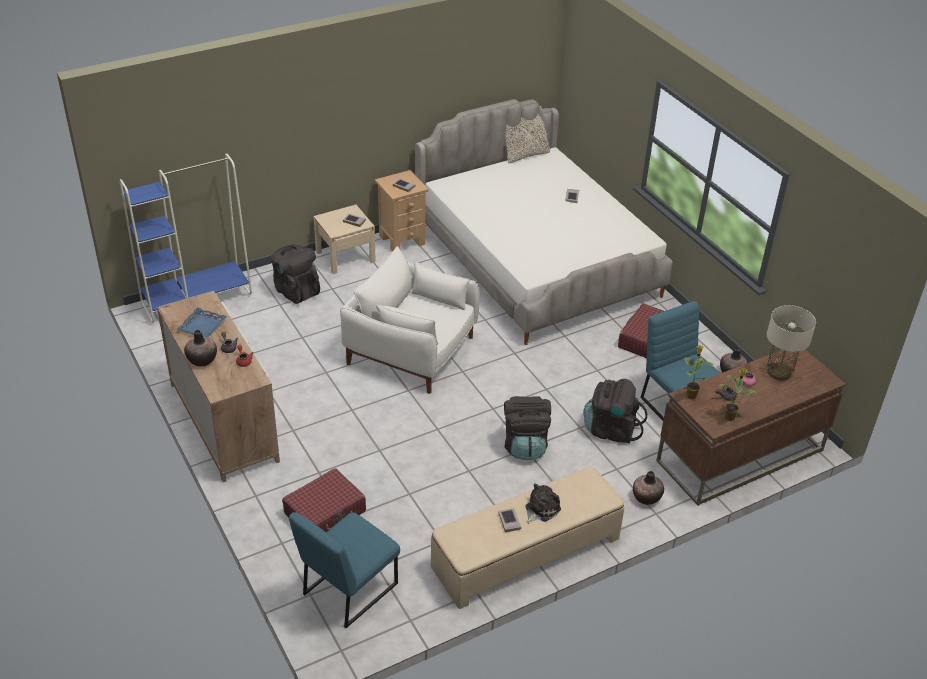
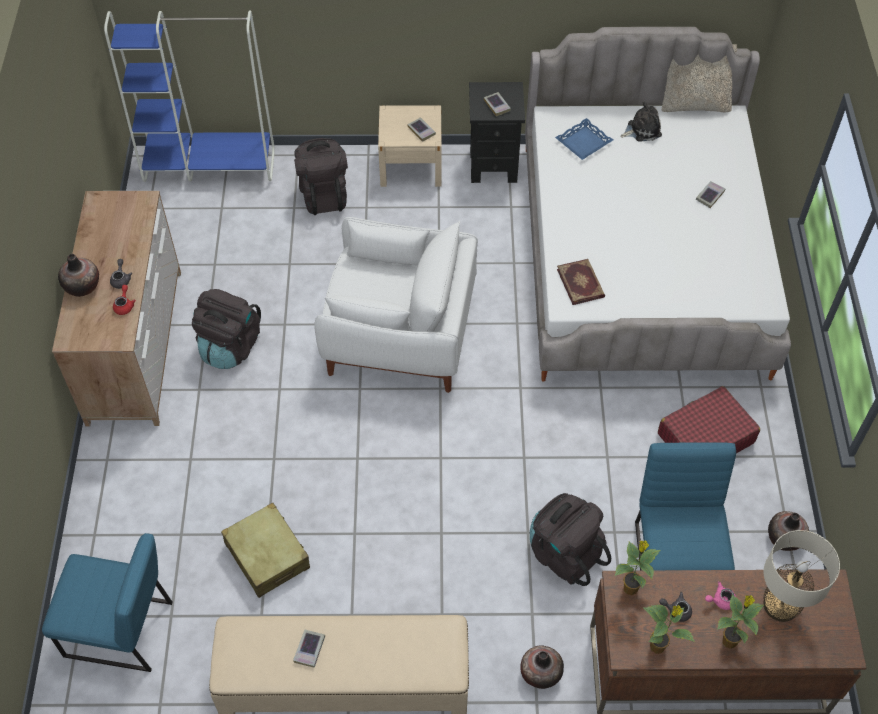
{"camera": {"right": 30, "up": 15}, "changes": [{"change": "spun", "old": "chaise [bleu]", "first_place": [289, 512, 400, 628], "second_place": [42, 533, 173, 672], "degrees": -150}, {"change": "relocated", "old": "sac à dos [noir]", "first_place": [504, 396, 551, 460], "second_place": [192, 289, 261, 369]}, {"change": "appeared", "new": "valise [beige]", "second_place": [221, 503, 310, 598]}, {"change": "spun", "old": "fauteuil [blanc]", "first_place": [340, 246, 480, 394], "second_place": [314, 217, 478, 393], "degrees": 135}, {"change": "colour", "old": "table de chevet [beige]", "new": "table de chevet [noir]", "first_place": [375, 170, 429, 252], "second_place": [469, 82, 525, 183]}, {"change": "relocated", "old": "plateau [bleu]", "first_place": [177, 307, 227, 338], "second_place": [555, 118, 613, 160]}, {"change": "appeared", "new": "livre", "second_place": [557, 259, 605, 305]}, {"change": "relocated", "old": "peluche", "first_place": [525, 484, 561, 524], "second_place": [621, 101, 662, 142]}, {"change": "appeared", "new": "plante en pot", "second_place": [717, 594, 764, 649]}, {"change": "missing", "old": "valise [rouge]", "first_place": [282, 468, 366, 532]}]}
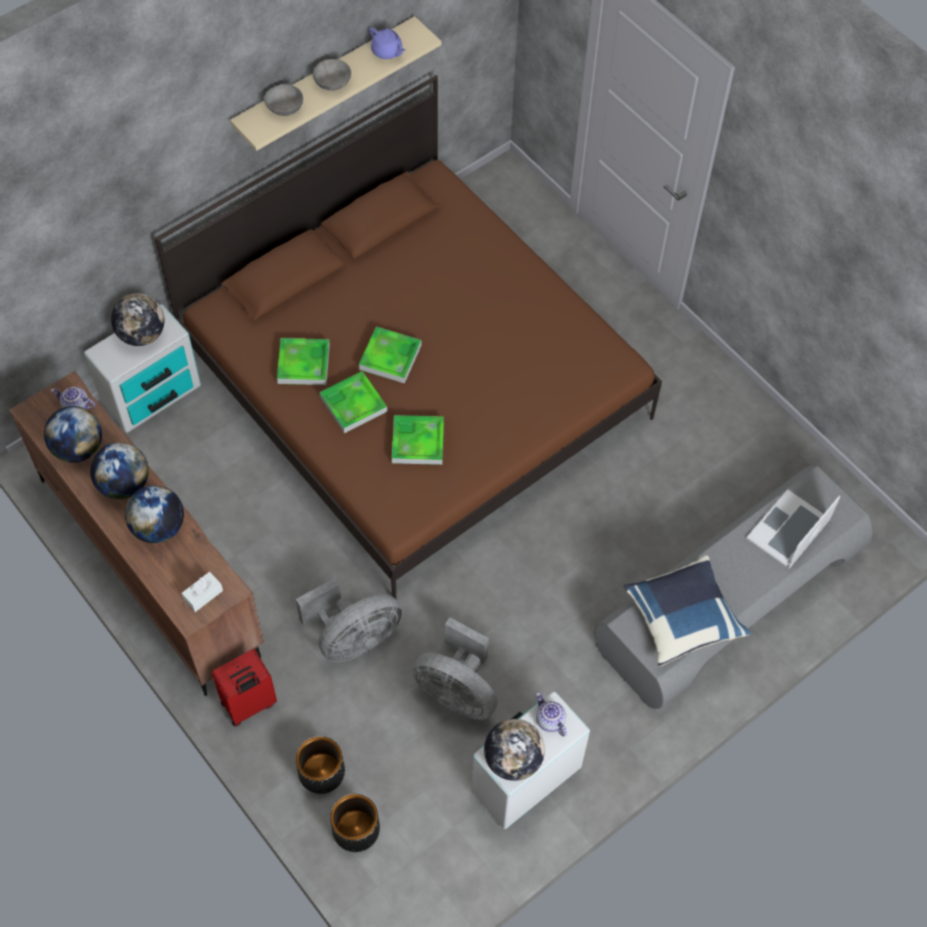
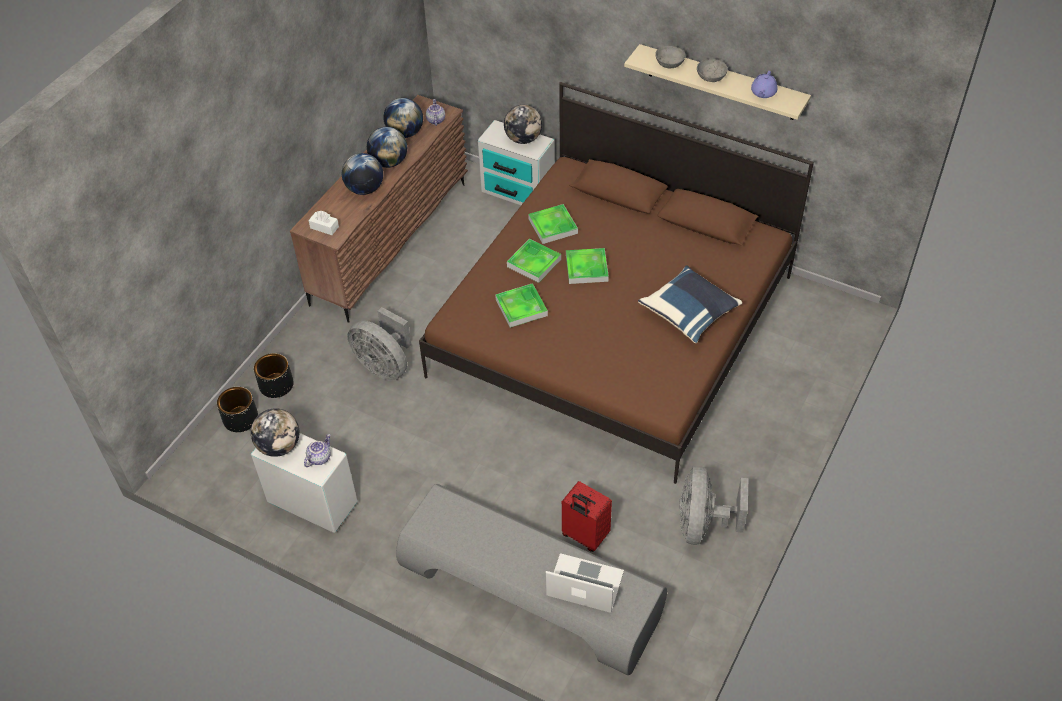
{"camera": {"right": 70, "up": -10}, "changes": [{"change": "relocated", "old": "valise [rouge]", "first_place": [212, 649, 277, 727], "second_place": [562, 481, 612, 552]}, {"change": "relocated", "old": "coussin [bleu]", "first_place": [623, 555, 751, 667], "second_place": [638, 265, 742, 343]}, {"change": "relocated", "old": "ventilateur [gris]", "first_place": [412, 617, 498, 720], "second_place": [679, 466, 748, 545]}]}
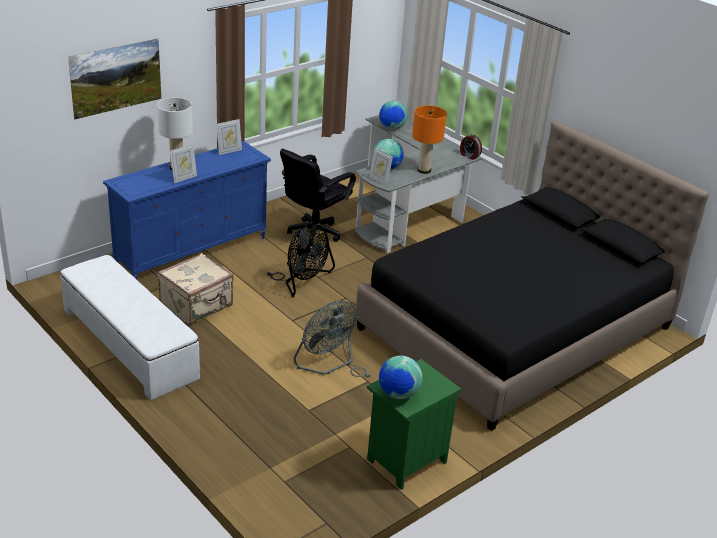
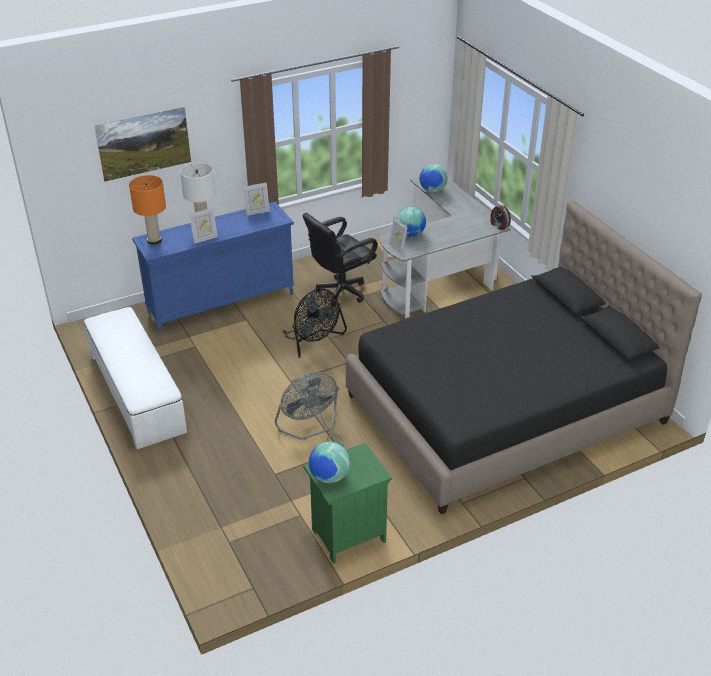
{"camera": {"right": 15, "up": 5}, "changes": [{"change": "relocated", "old": "lampe de table [orange]", "first_place": [412, 105, 447, 174], "second_place": [129, 175, 166, 245]}, {"change": "missing", "old": "valise [beige]", "first_place": [157, 253, 233, 325]}]}
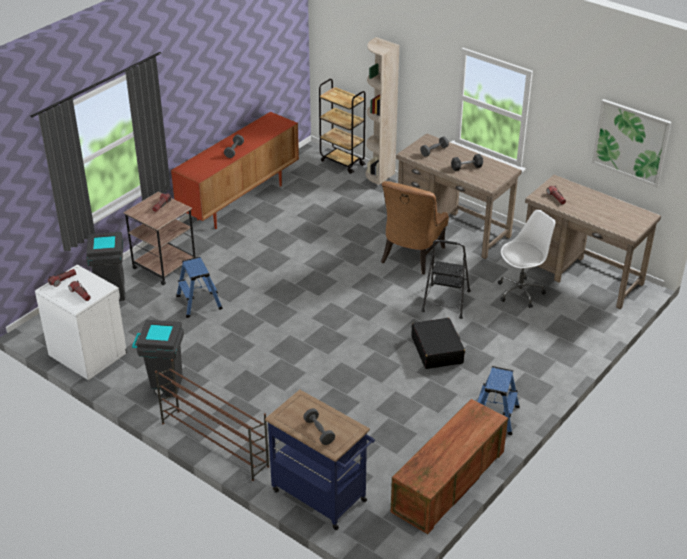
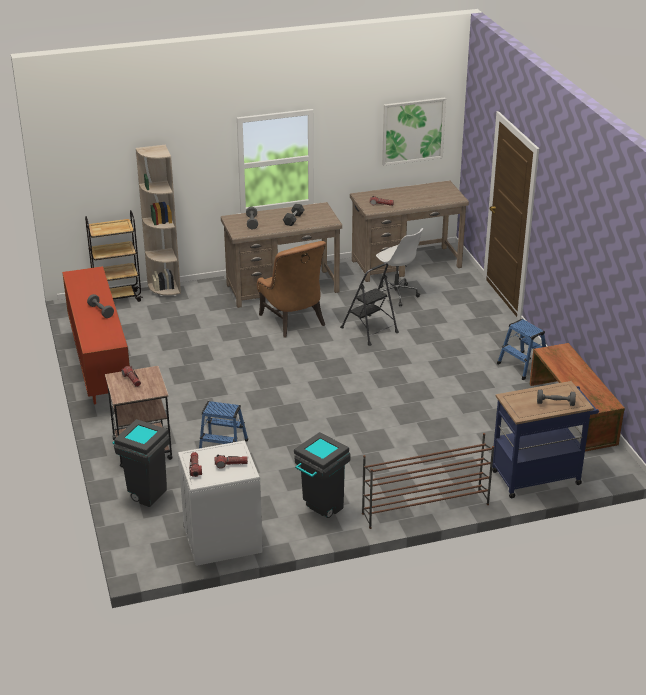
{"camera": {"right": -55, "up": -5}, "changes": [{"change": "spun", "old": "chaise de bureau [blanc]", "first_place": [498, 210, 555, 308], "second_place": [376, 228, 423, 306], "degrees": 135}, {"change": "missing", "old": "valise [noir]", "first_place": [412, 318, 465, 369]}]}
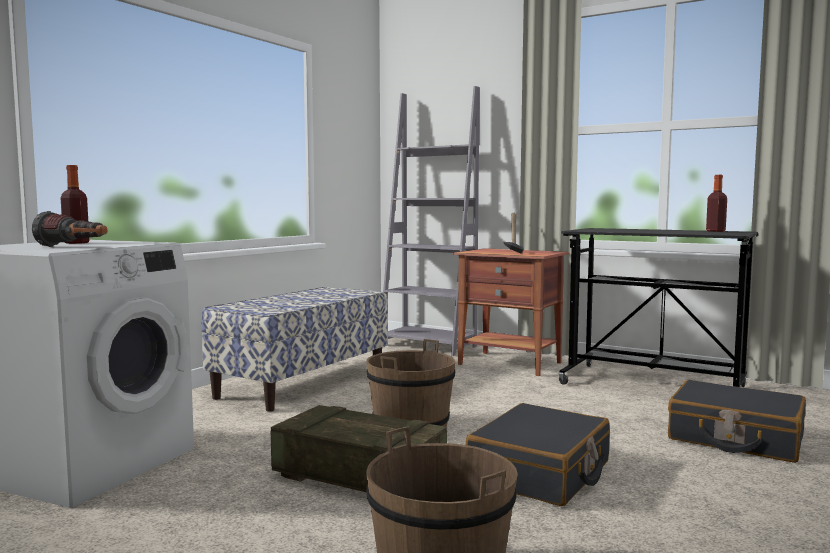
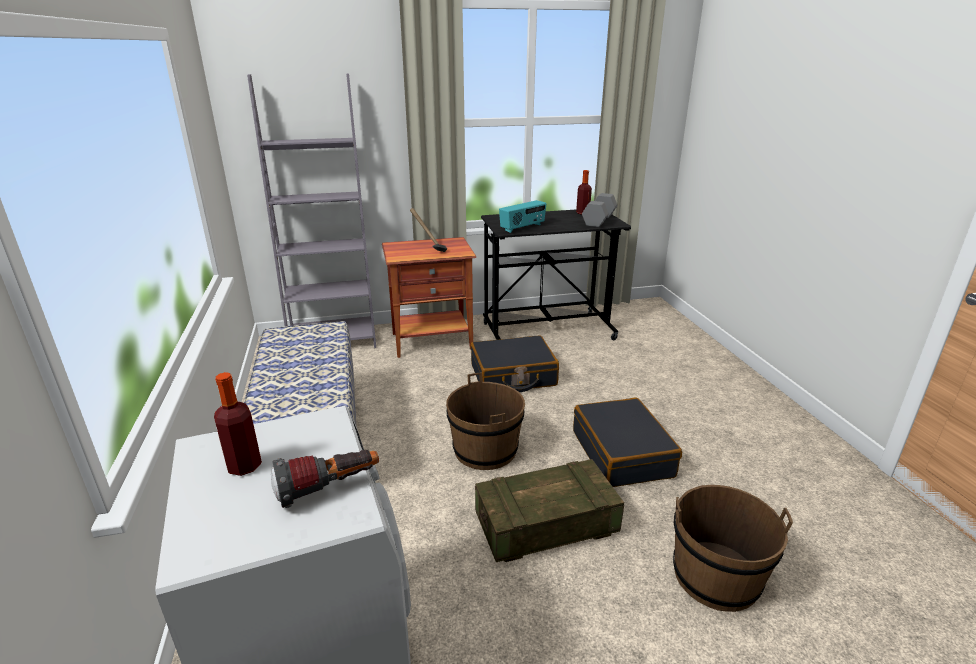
{"camera": {"right": -45, "up": 20}, "changes": [{"change": "relocated", "old": "valise [noir]", "first_place": [668, 380, 806, 463], "second_place": [471, 335, 559, 392]}, {"change": "appeared", "new": "radio", "second_place": [499, 200, 546, 233]}, {"change": "appeared", "new": "haltère [gris]", "second_place": [582, 193, 617, 227]}]}
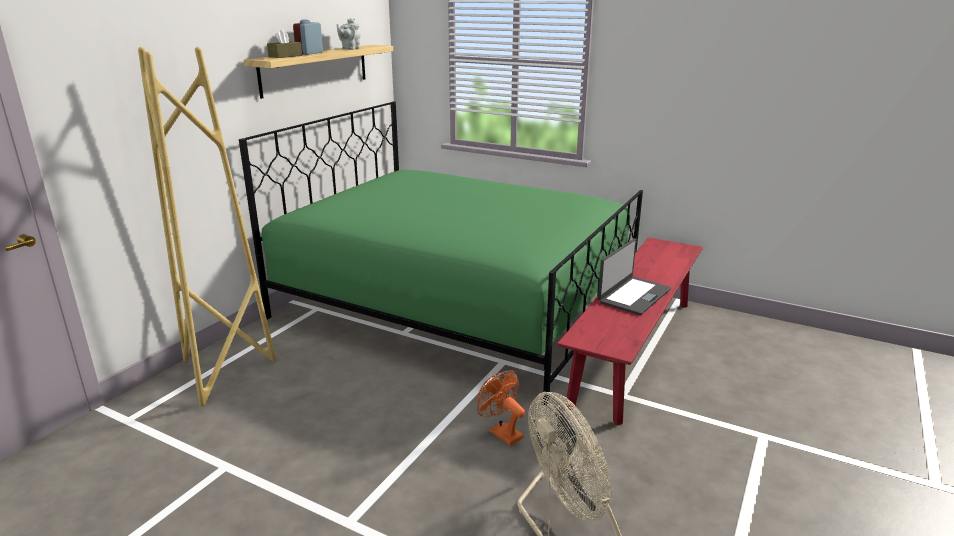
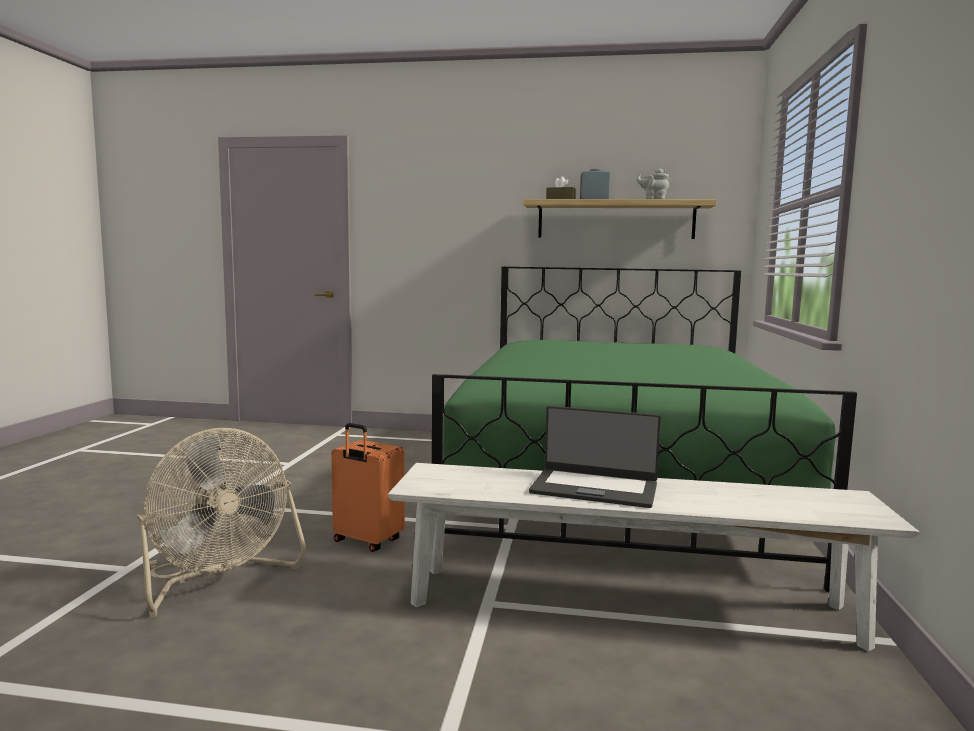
{"camera": {"right": 70, "up": -15}, "changes": [{"change": "exchanged", "old": "ventilateur [orange]", "new": "valise [orange]", "first_place": [477, 370, 525, 446], "second_place": [331, 423, 405, 552]}, {"change": "colour", "old": "banc [rouge]", "new": "banc [blanc]", "first_place": [557, 238, 703, 425], "second_place": [388, 463, 919, 651]}, {"change": "missing", "old": "portant [jaune]", "first_place": [138, 47, 276, 406]}]}
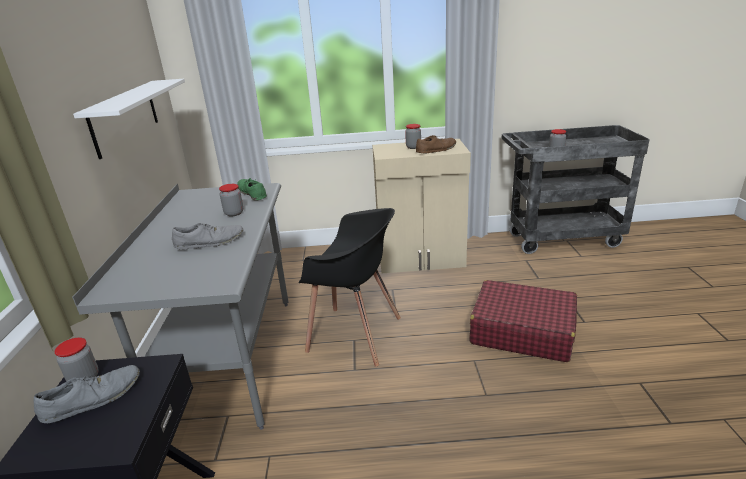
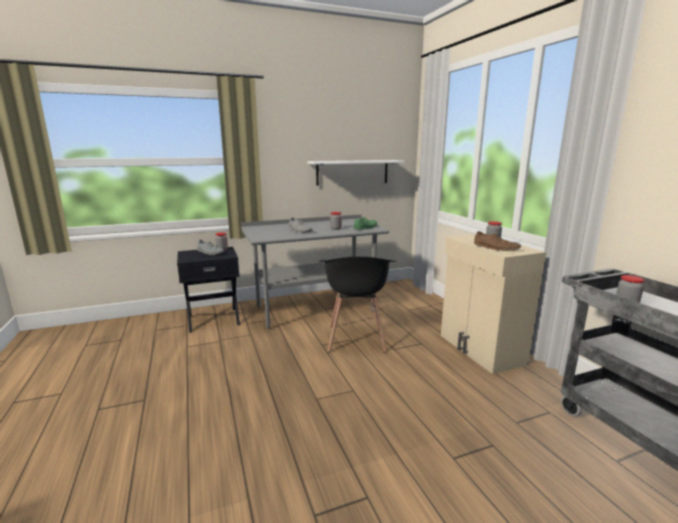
{"camera": {"right": 70, "up": -10}, "changes": [{"change": "missing", "old": "valise [rouge]", "first_place": [469, 280, 577, 362]}]}
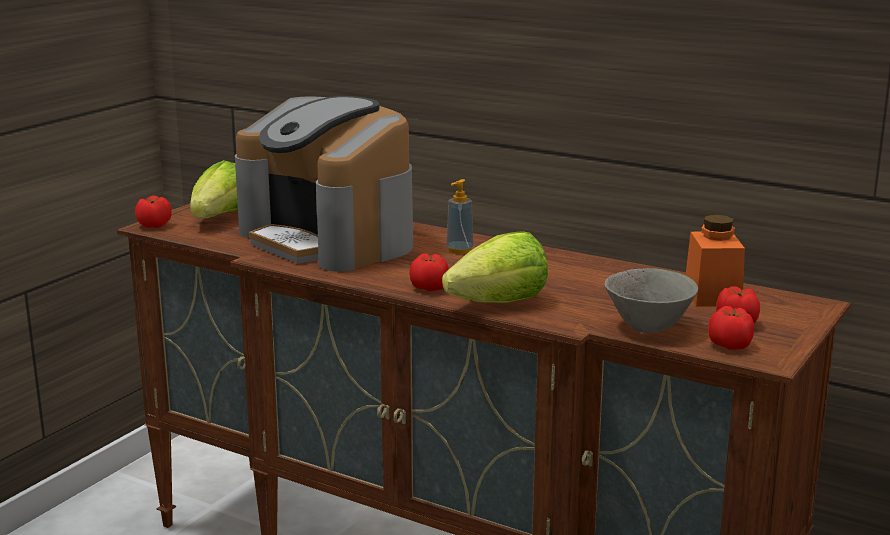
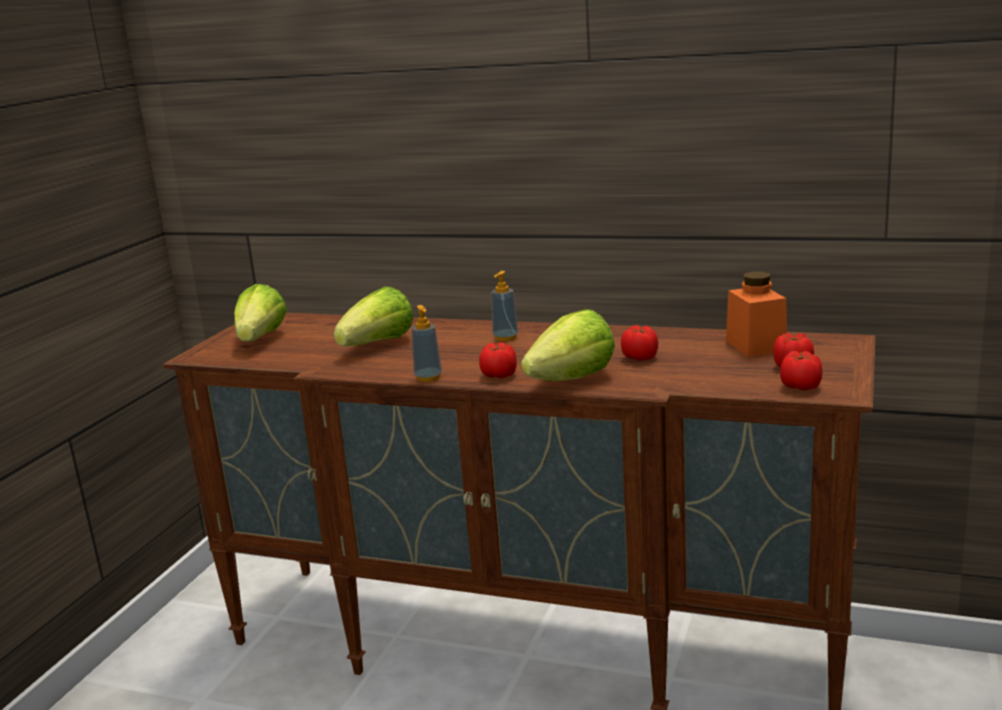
{"camera": {"right": -10, "up": 0}, "changes": [{"change": "exchanged", "old": "machine à café", "new": "laitue", "first_place": [235, 96, 413, 272], "second_place": [334, 287, 414, 346]}, {"change": "appeared", "new": "distributeur de savon", "second_place": [411, 305, 442, 382]}, {"change": "relocated", "old": "tomate", "first_place": [135, 196, 172, 228], "second_place": [621, 325, 658, 361]}, {"change": "missing", "old": "bol [gris]", "first_place": [604, 268, 698, 333]}]}
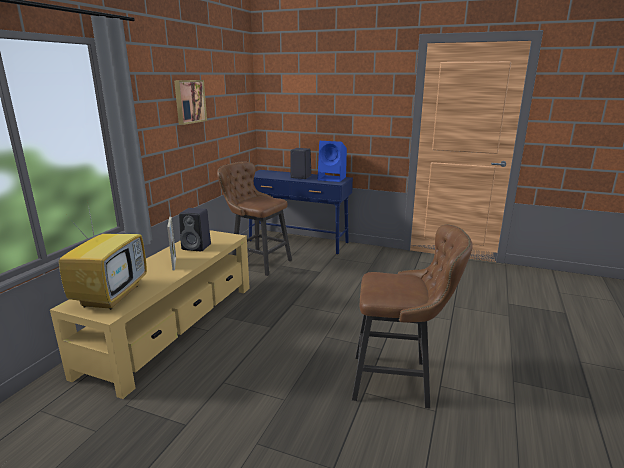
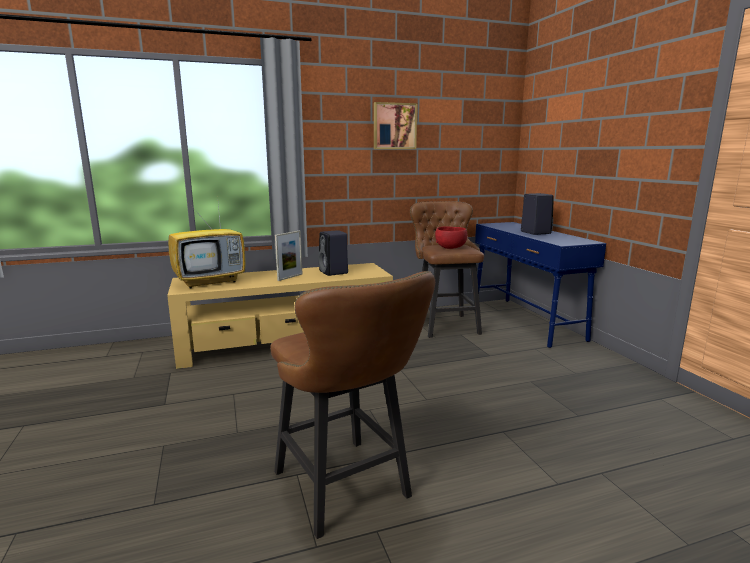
{"camera": {"right": 50, "up": -5}, "changes": [{"change": "appeared", "new": "bol [rouge]", "second_place": [435, 226, 467, 249]}, {"change": "missing", "old": "enceinte [bleu]", "first_place": [318, 141, 347, 182]}]}
